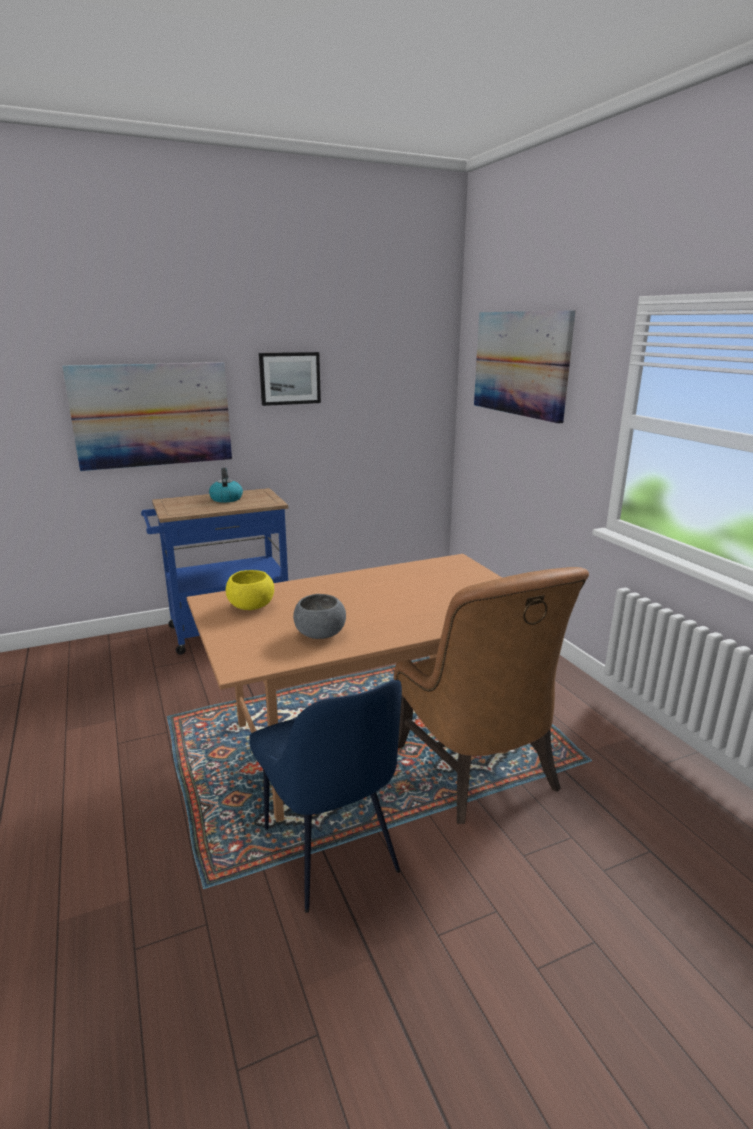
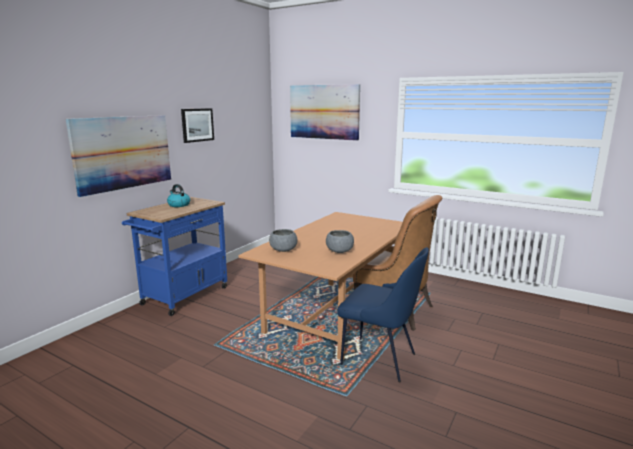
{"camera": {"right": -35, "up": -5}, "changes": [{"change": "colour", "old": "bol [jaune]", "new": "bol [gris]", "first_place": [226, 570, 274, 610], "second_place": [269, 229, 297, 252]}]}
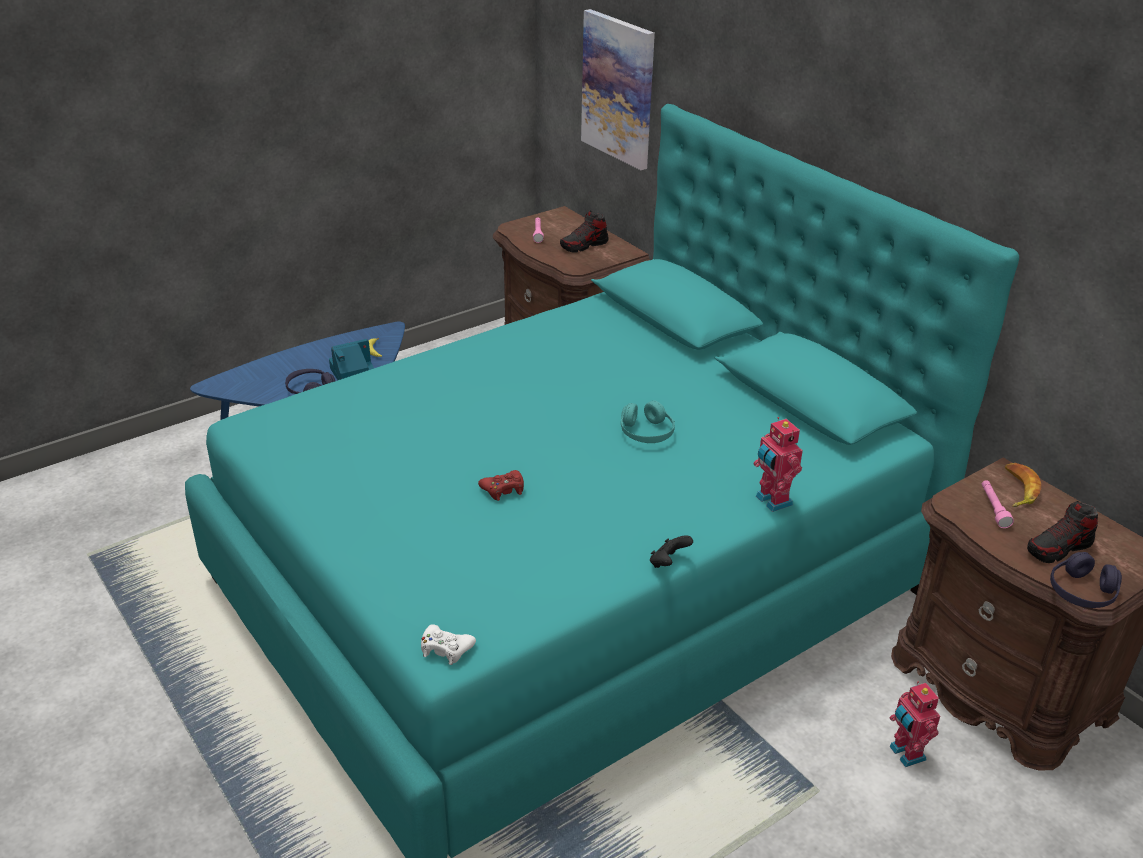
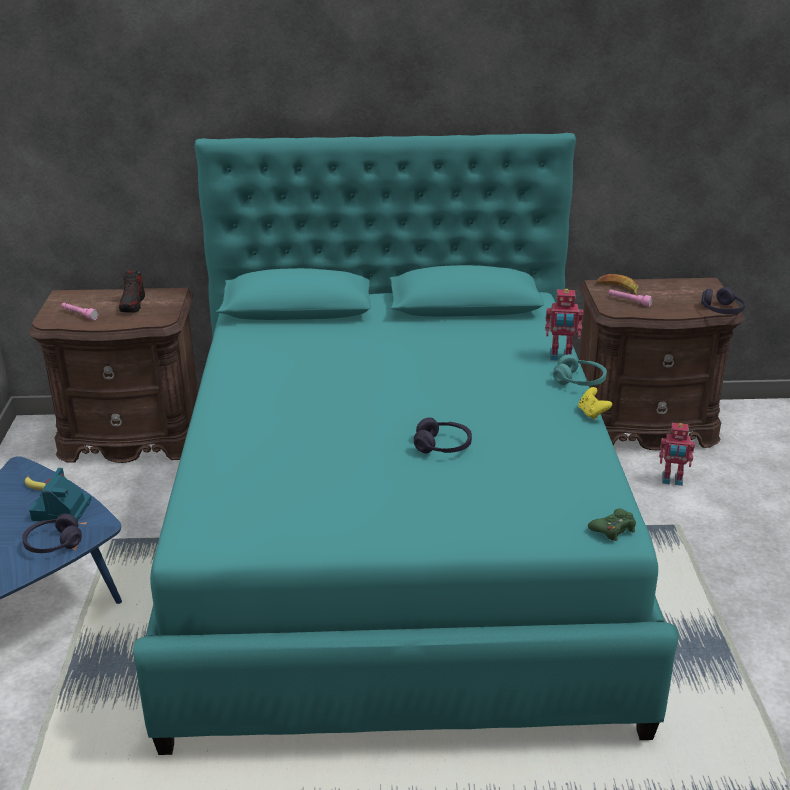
{"camera": {"right": -55, "up": -5}, "changes": [{"change": "exchanged", "old": "manette [rouge]", "new": "casque audio [violet]", "first_place": [478, 470, 524, 501], "second_place": [414, 418, 472, 453]}, {"change": "relocated", "old": "casque audio [turquoise]", "first_place": [621, 400, 675, 443], "second_place": [553, 354, 607, 386]}, {"change": "colour", "old": "manette [noir]", "new": "manette [jaune]", "first_place": [650, 536, 693, 568], "second_place": [578, 387, 612, 420]}, {"change": "colour", "old": "manette [blanc]", "new": "manette [vert]", "first_place": [421, 624, 476, 665], "second_place": [588, 508, 636, 541]}, {"change": "missing", "old": "tableau", "first_place": [581, 9, 655, 170]}, {"change": "missing", "old": "chaussure", "first_place": [1027, 501, 1098, 563]}]}
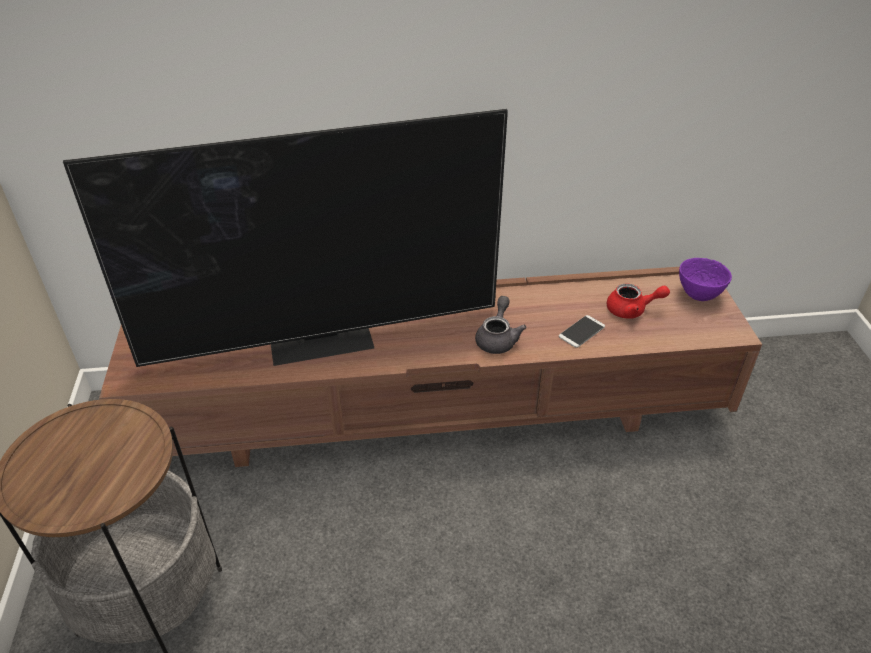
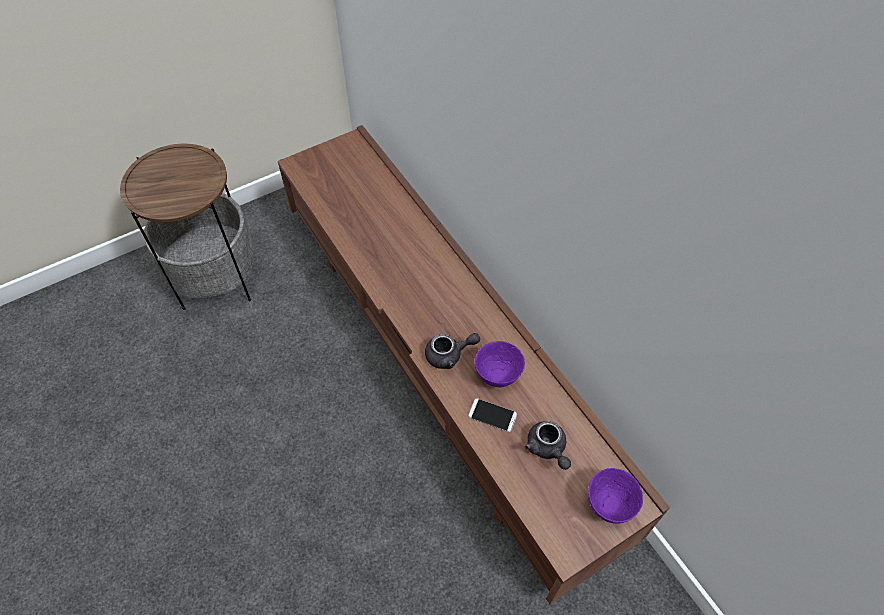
{"camera": {"right": 65, "up": 15}, "changes": [{"change": "appeared", "new": "bol [violet]", "second_place": [475, 341, 525, 387]}, {"change": "colour", "old": "théière [rouge]", "new": "théière [gris]", "first_place": [607, 283, 670, 319], "second_place": [525, 421, 571, 470]}, {"change": "missing", "old": "téléviseur", "first_place": [63, 109, 508, 367]}]}
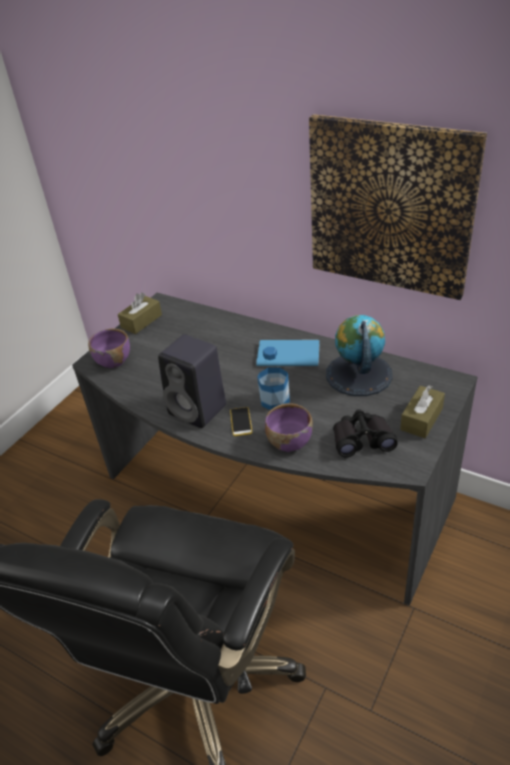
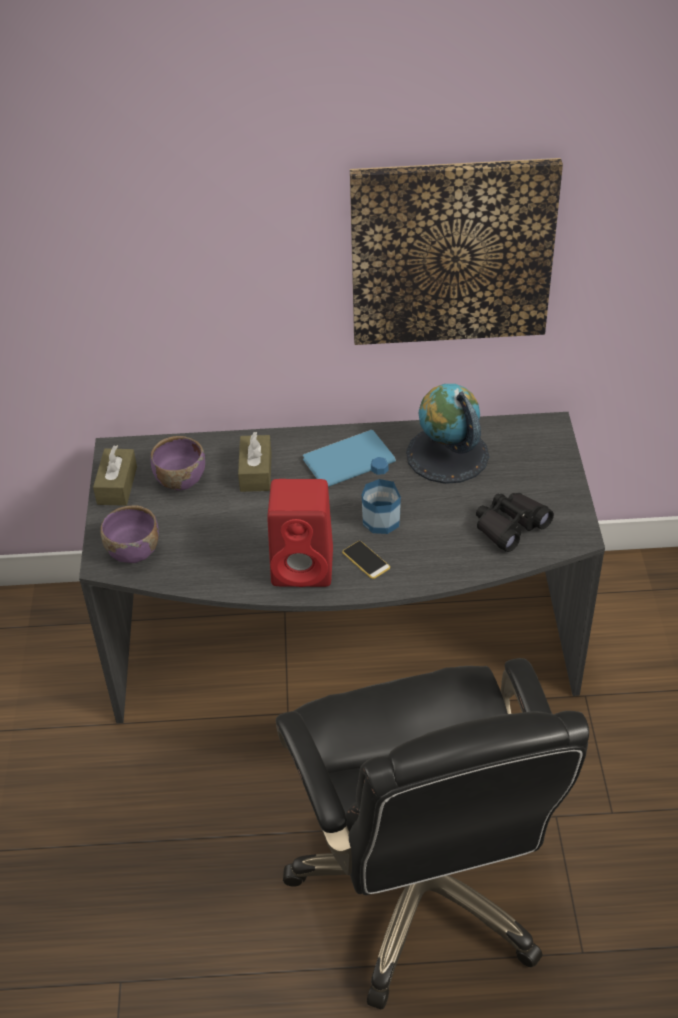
{"camera": {"right": -35, "up": 5}, "changes": [{"change": "relocated", "old": "bol [violet]", "first_place": [265, 403, 313, 452], "second_place": [150, 436, 205, 491]}, {"change": "relocated", "old": "boîte à mouchoirs [marron]", "first_place": [400, 385, 445, 438], "second_place": [238, 432, 272, 492]}, {"change": "colour", "old": "enceinte [noir]", "new": "enceinte [rouge]", "first_place": [158, 334, 226, 428], "second_place": [268, 479, 333, 587]}]}
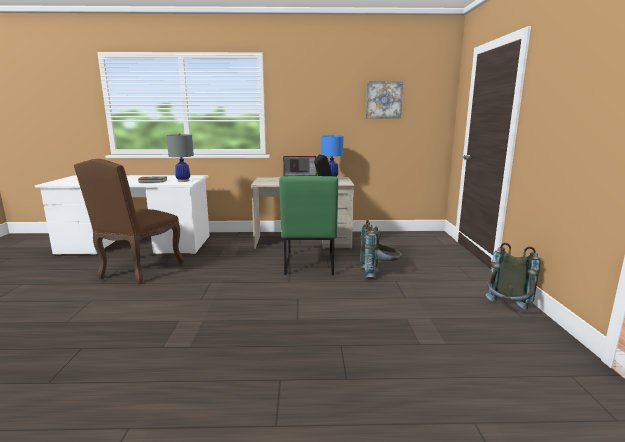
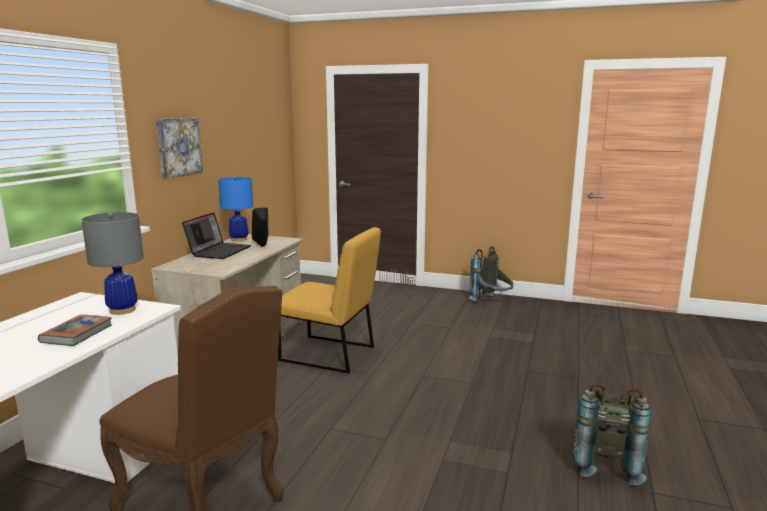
{"camera": {"right": -70, "up": 0}, "changes": [{"change": "relocated", "old": "tableau", "first_place": [366, 81, 403, 118], "second_place": [156, 118, 203, 179]}, {"change": "colour", "old": "chaise [vert]", "new": "chaise [jaune]", "first_place": [279, 176, 338, 275], "second_place": [278, 227, 381, 373]}, {"change": "relocated", "old": "sac à dos [gris]", "first_place": [360, 220, 402, 278], "second_place": [573, 383, 651, 486]}]}
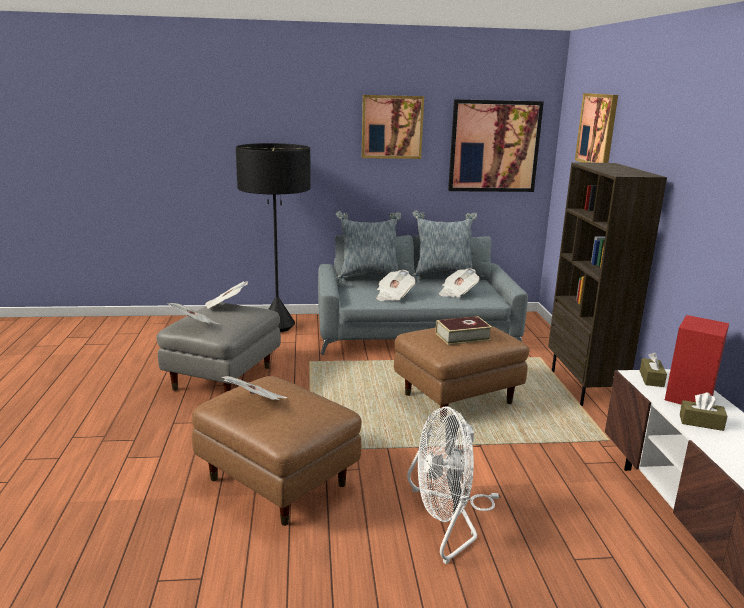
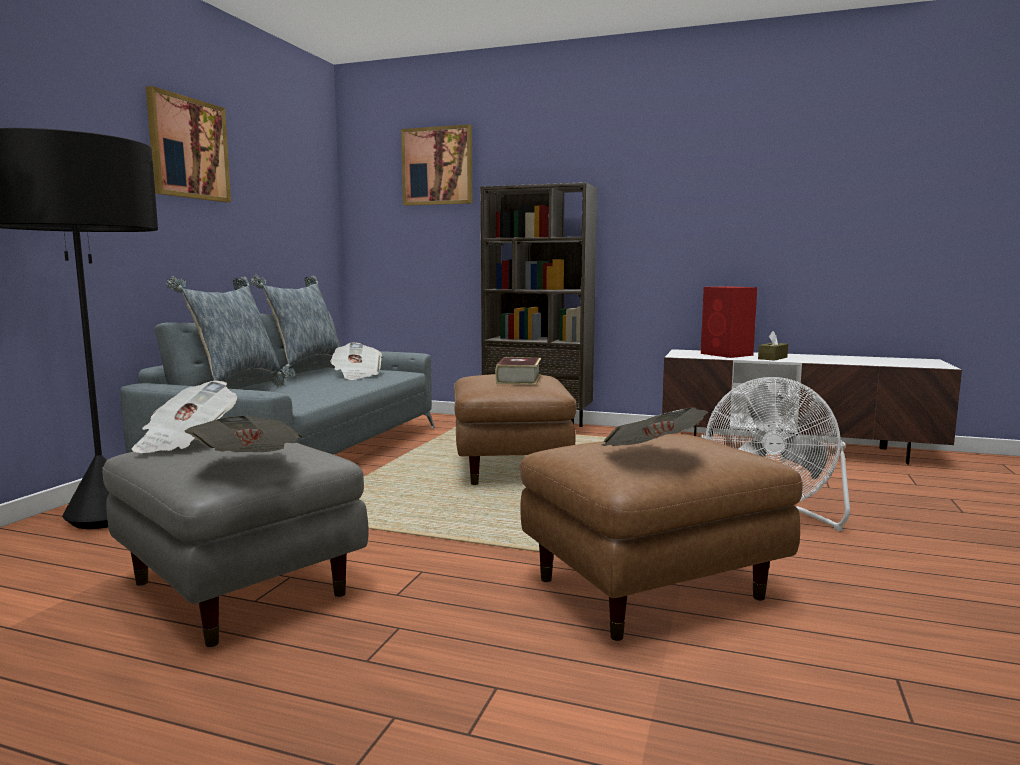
{"camera": {"right": -65, "up": -10}, "changes": [{"change": "missing", "old": "journal", "first_place": [376, 270, 415, 301]}, {"change": "missing", "old": "tableau", "first_place": [448, 99, 544, 192]}, {"change": "missing", "old": "boîte à mouchoirs [marron]", "first_place": [640, 352, 667, 387]}]}
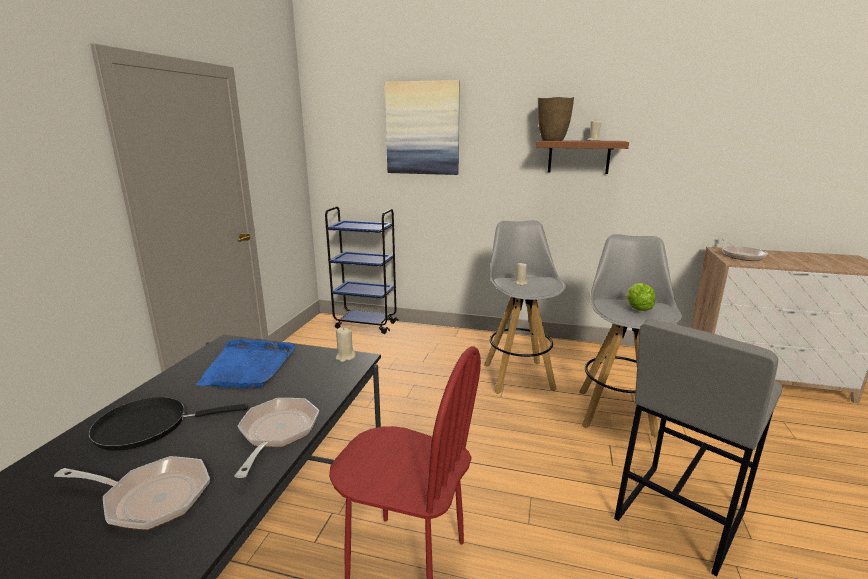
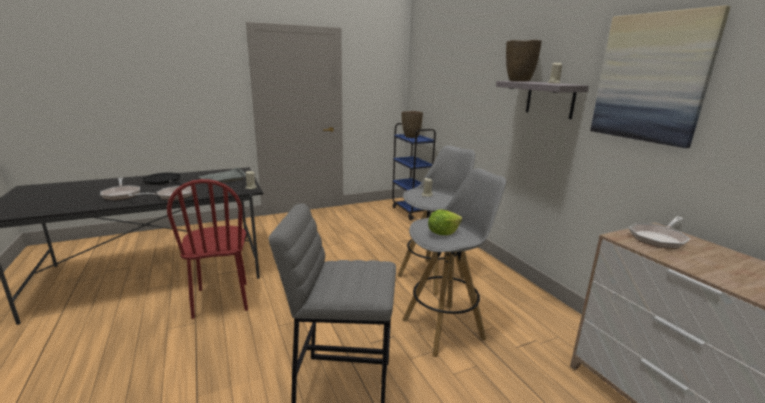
{"camera": {"right": 50, "up": 0}, "changes": [{"change": "colour", "old": "plateau [bleu]", "new": "plateau [gris]", "first_place": [196, 339, 296, 389], "second_place": [198, 168, 246, 185]}, {"change": "appeared", "new": "vase [marron]", "second_place": [402, 111, 423, 138]}, {"change": "colour", "old": "étagère [marron]", "new": "étagère [gris]", "first_place": [536, 140, 629, 174], "second_place": [496, 81, 589, 119]}, {"change": "relocated", "old": "tableau", "first_place": [385, 80, 460, 175], "second_place": [590, 5, 731, 148]}]}
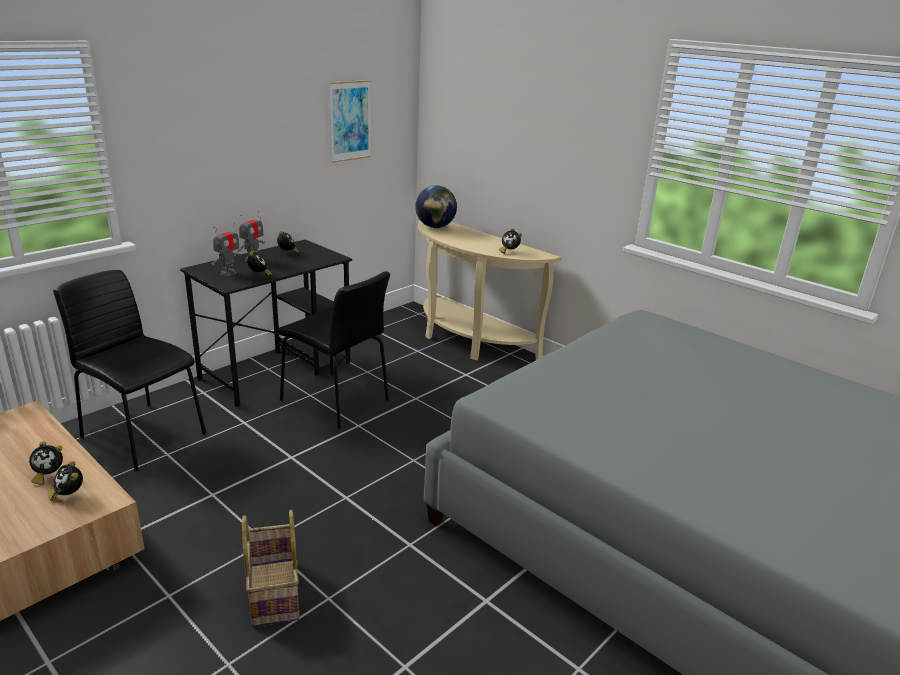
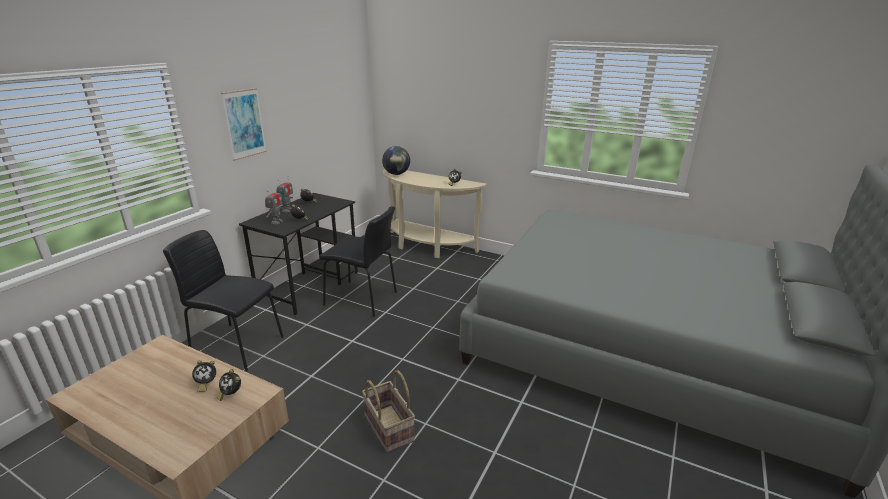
{"camera": {"right": -15, "up": 0}, "changes": [{"change": "relocated", "old": "tableau", "first_place": [330, 80, 371, 163], "second_place": [221, 88, 267, 161]}]}
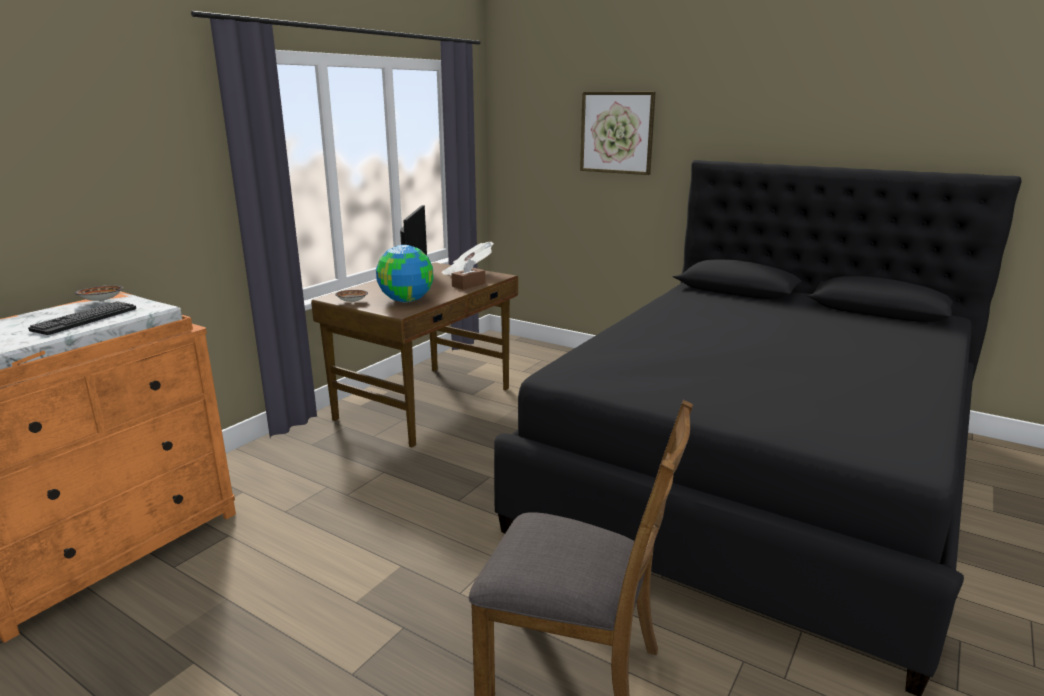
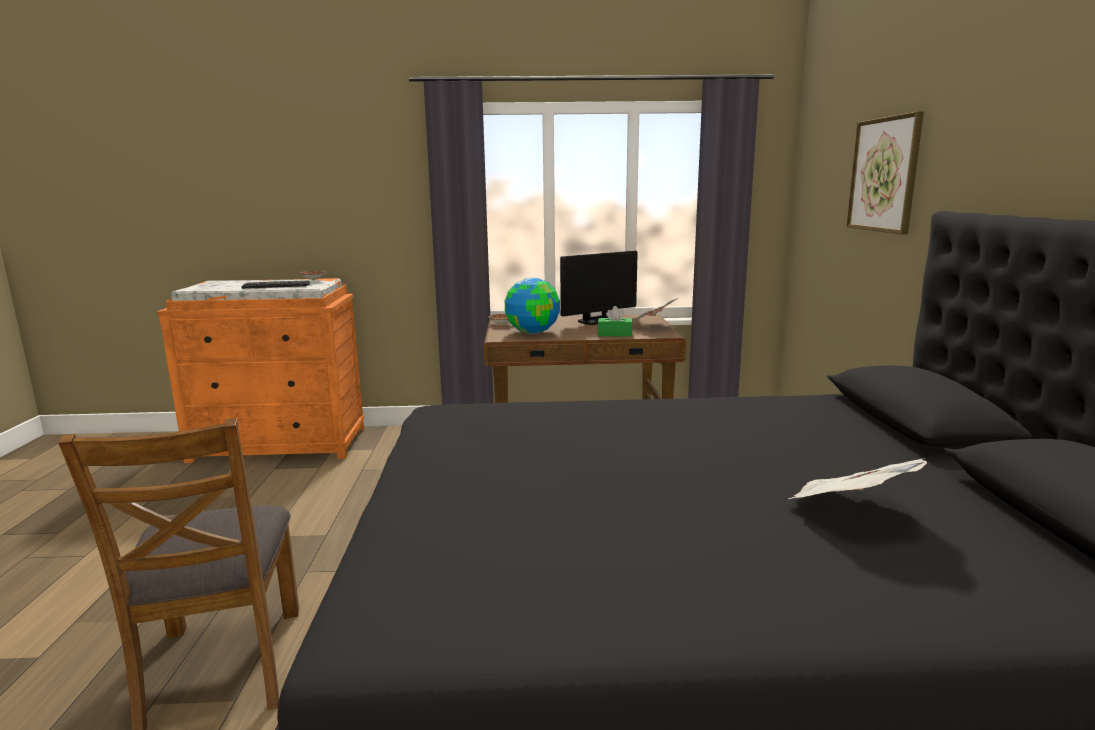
{"camera": {"right": 55, "up": -5}, "changes": [{"change": "colour", "old": "boîte à mouchoirs [marron]", "new": "boîte à mouchoirs [vert]", "first_place": [451, 259, 485, 290], "second_place": [597, 306, 633, 337]}, {"change": "appeared", "new": "journal", "second_place": [788, 458, 927, 499]}]}
